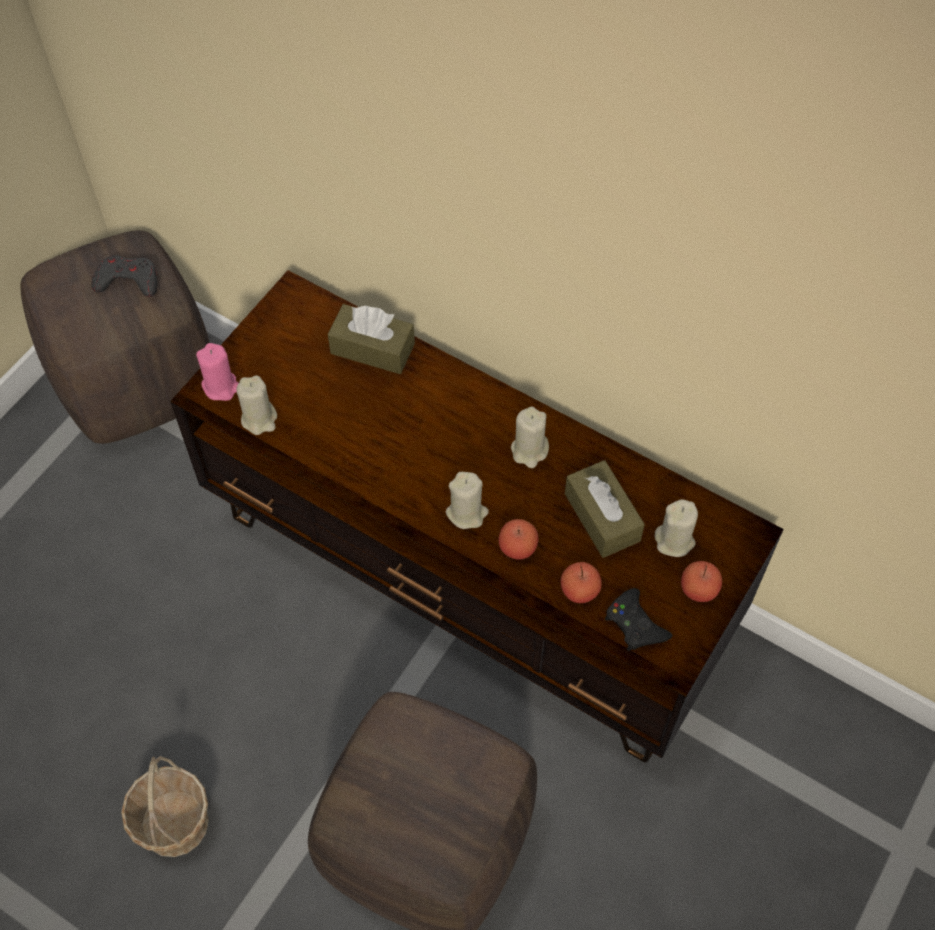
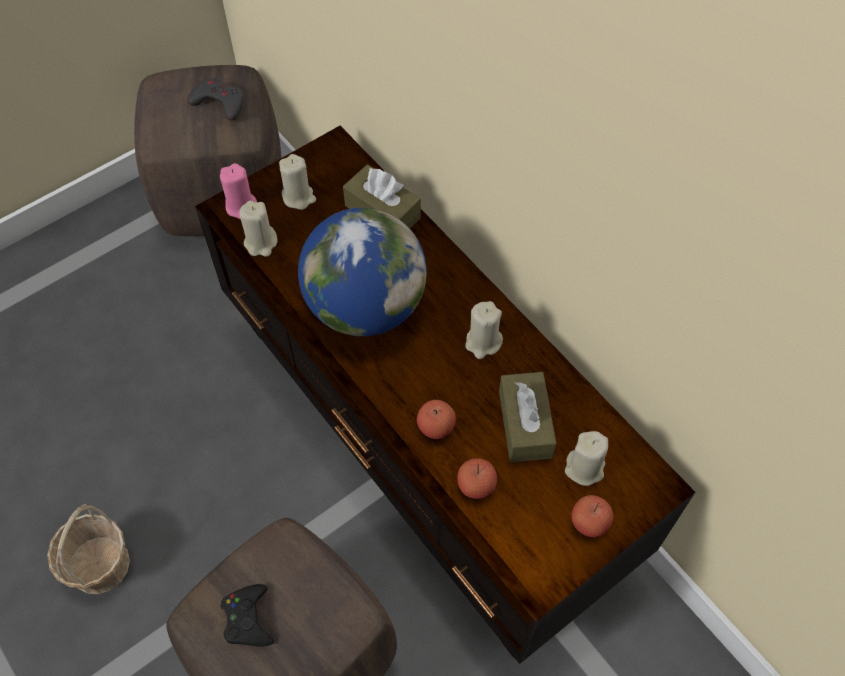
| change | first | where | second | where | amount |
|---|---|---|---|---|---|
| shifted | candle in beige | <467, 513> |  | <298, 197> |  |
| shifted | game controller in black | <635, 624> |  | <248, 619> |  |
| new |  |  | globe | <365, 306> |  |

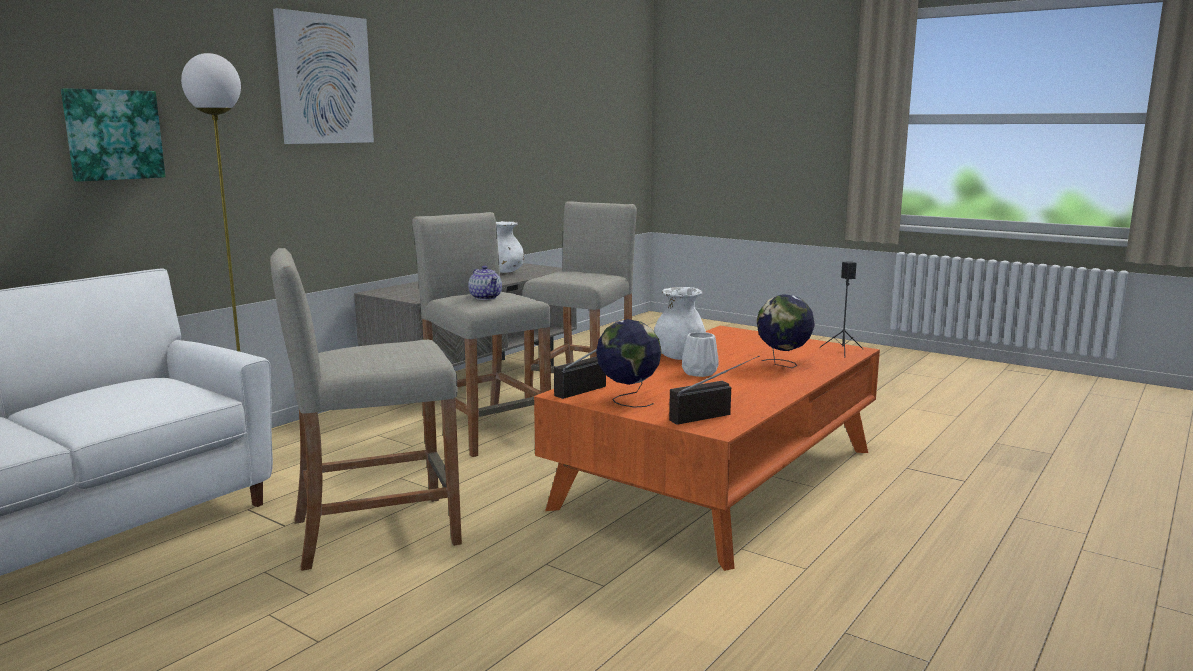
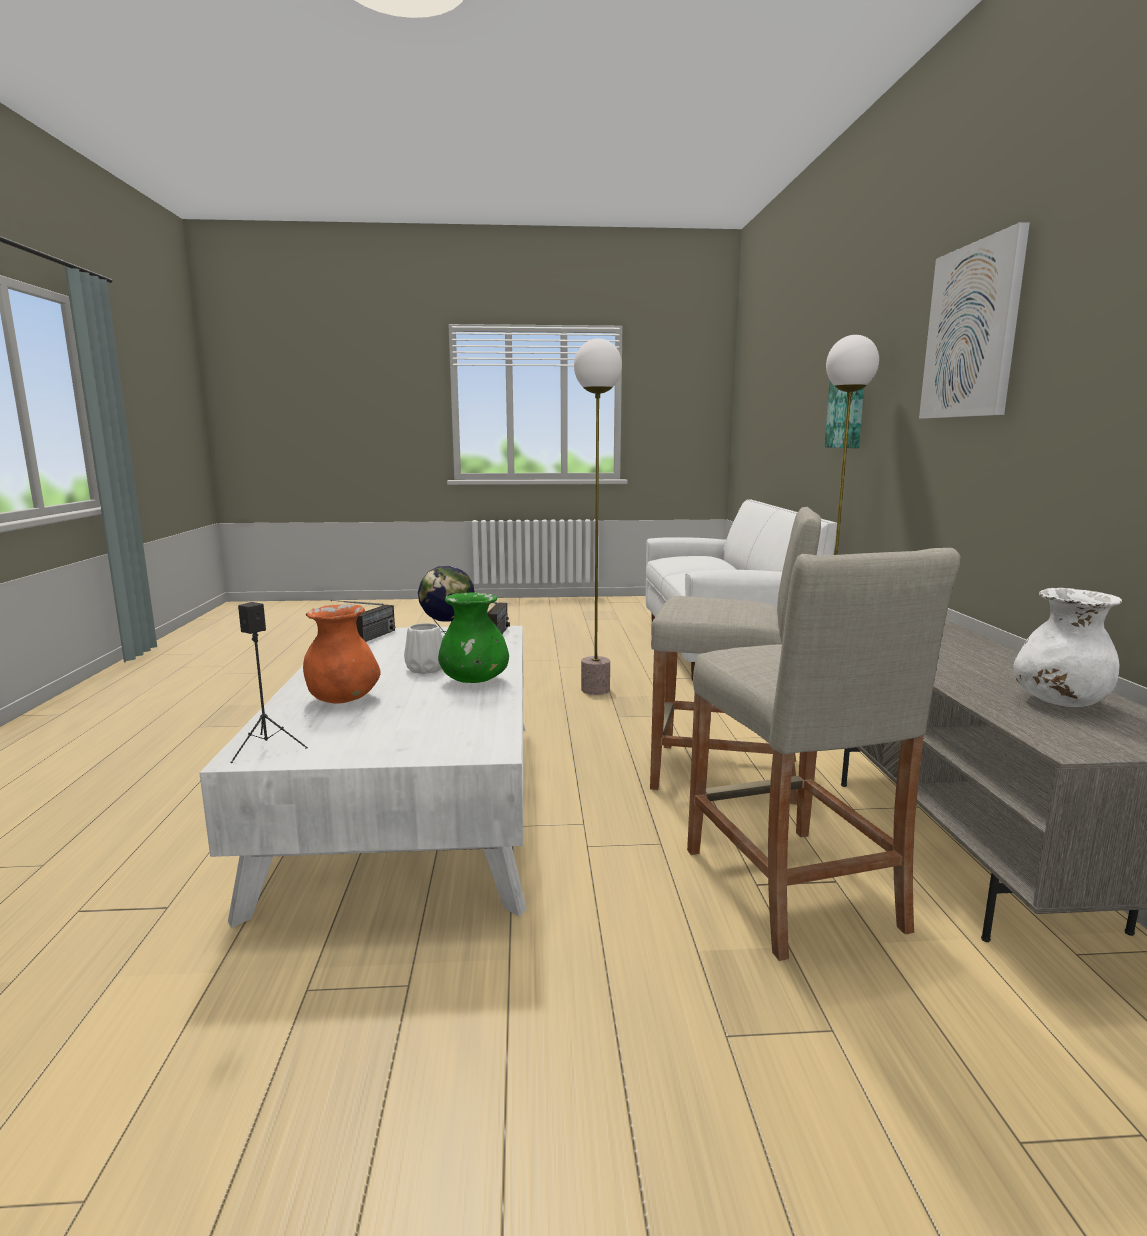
| change | first | where | second | where | amount |
|---|---|---|---|---|---|
| swapped | stool in beige | <375, 531> | floor lamp | <596, 689> |  |
| gone | teapot | <486, 297> |  |  |  |
| repainted | vase in white | <679, 358> | vase in green | <475, 681> |  |
| swapped | globe | <783, 365> | vase in orange | <343, 700> |  |
| repainted | coffee table in orange | <718, 478> | coffee table in white | <413, 801> |  |

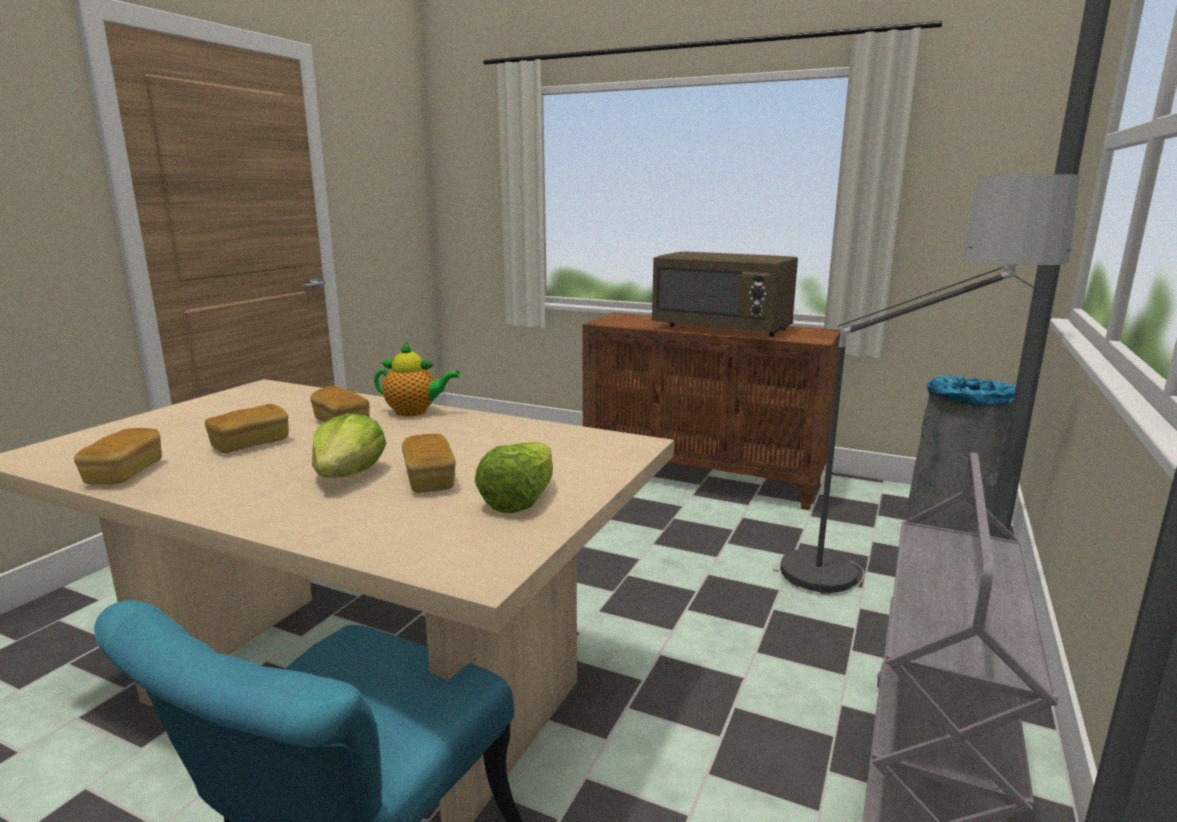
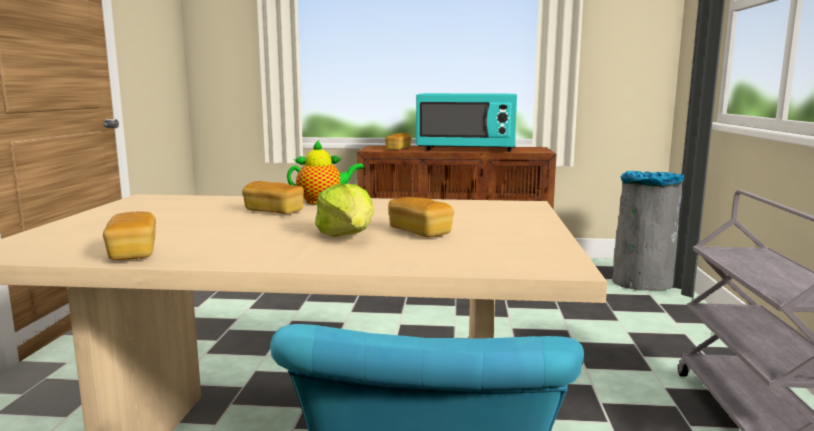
| change | first | where | second | where | amount |
|---|---|---|---|---|---|
| gone | floor lamp | <881, 587> |  |  |  |
| repainted | microwave in brown | <722, 328> | microwave in turquoise | <467, 149> |  |
| shifted | bread | <250, 444> |  | <398, 149> |  |
| gone | lettuce | <520, 500> |  |  |  |

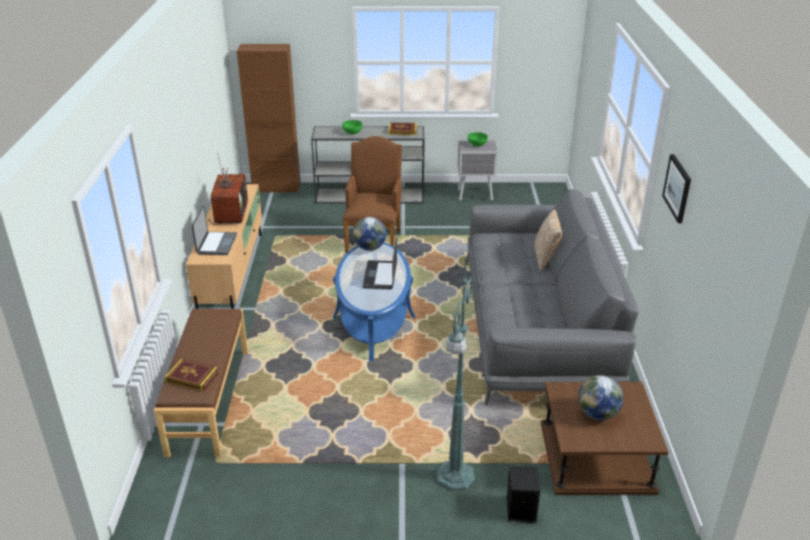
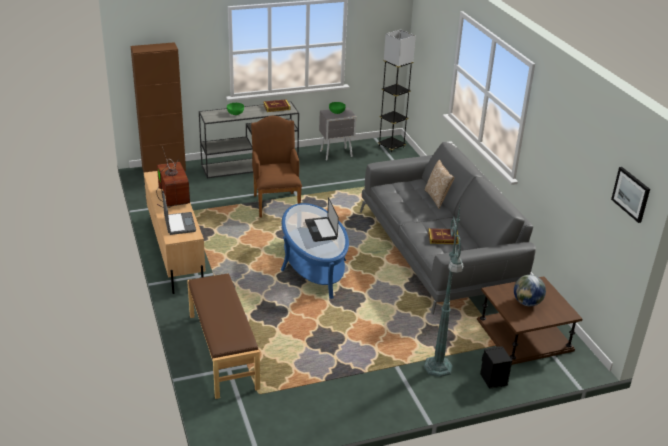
| change | first | where | second | where | amount |
|---|---|---|---|---|---|
| shifted | picture | <678, 188> |  | <631, 194> |  |
| gone | globe | <370, 248> |  |  |  |
| shifted | book | <192, 377> |  | <443, 238> |  |
| new |  |  | floor lamp in grey | <391, 146> |  |

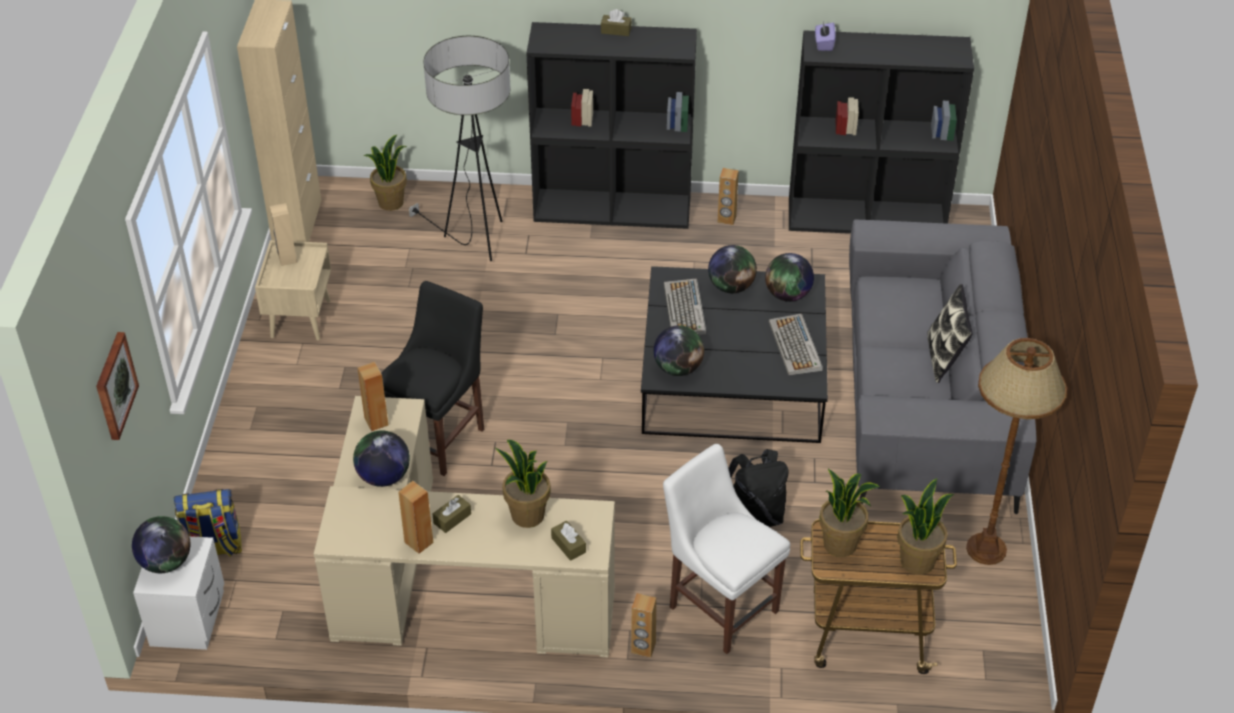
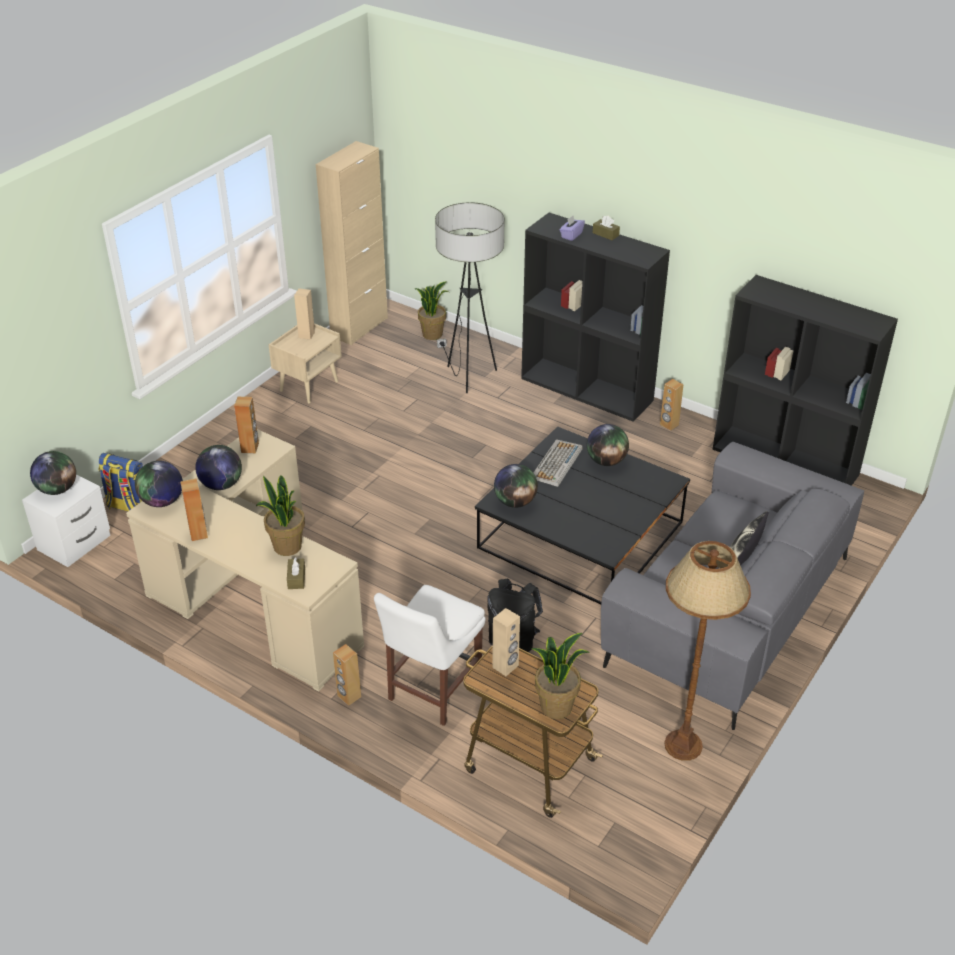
| change | first | where | second | where | amount |
|---|---|---|---|---|---|
| shifted | tissue box in purple | <824, 44> |  | <571, 235> |  |
| shifted | globe | <788, 295> |  | <162, 501> |  |
| gone | chair in black | <439, 436> |  |  |  |
| gone | keyboard | <796, 346> |  |  |  |
| gone | picture | <114, 385> |  |  |  |
| rotated | chair in white | <720, 605> |  | <431, 692> | 135 degrees counterclockwise |
| swapped | potted plant | <840, 544> | speaker in beige | <505, 666> |  |
| gone | tissue box in brown | <452, 518> |  |  |  |

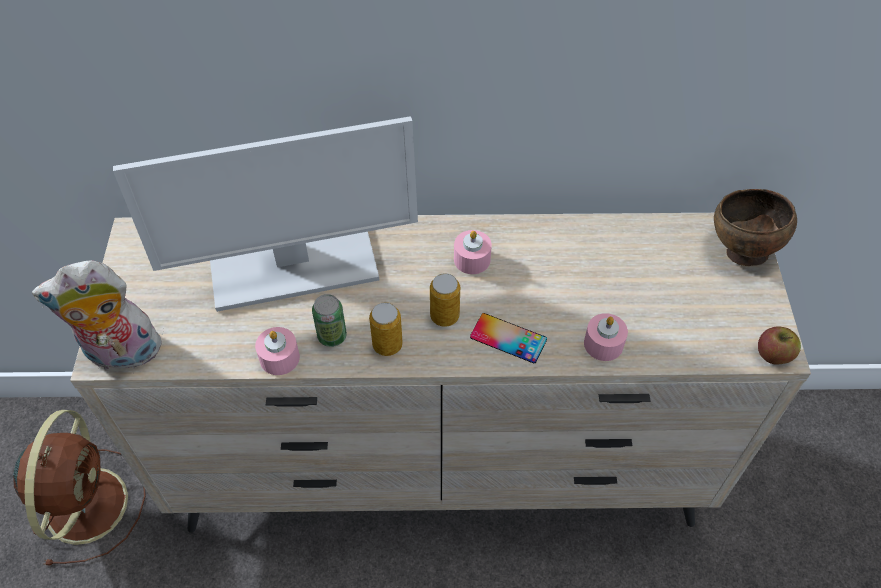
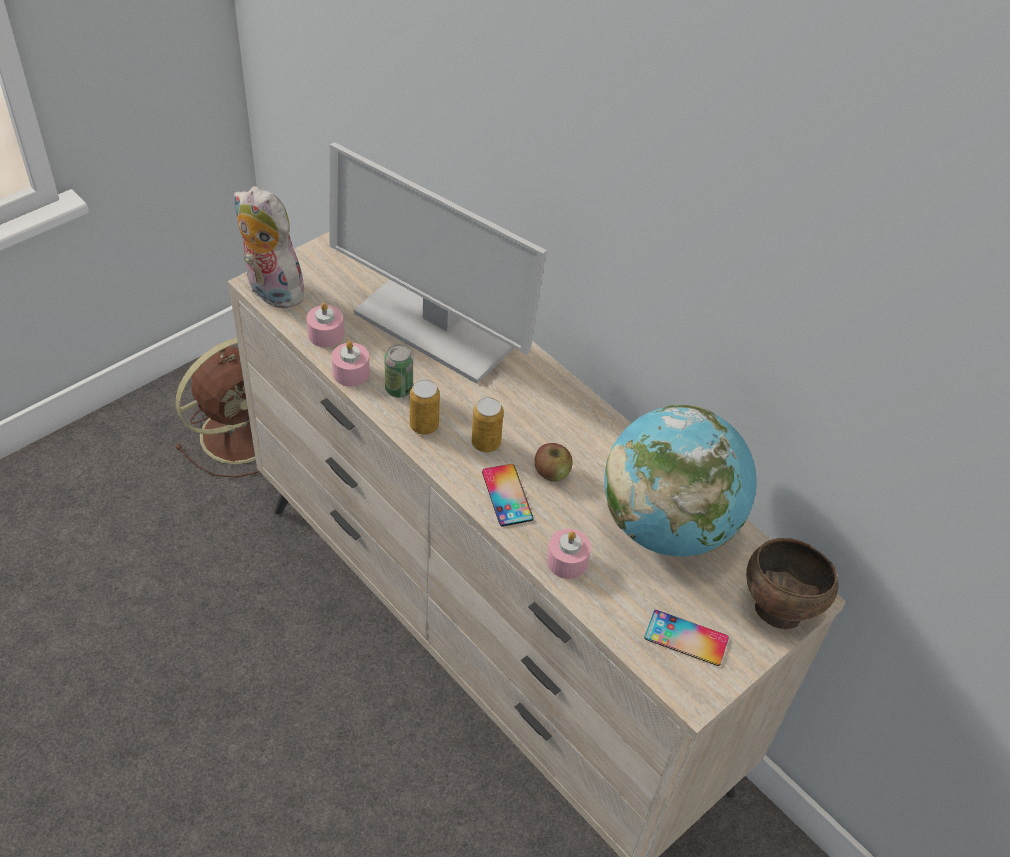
| change | first | where | second | where | amount |
|---|---|---|---|---|---|
| shifted | candle in pink | <472, 259> |  | <326, 334> |  |
| shifted | apple | <773, 354> |  | <552, 472> |  |
| new |  |  | globe | <667, 525> |  |
| new |  |  | phone | <686, 638> |  |

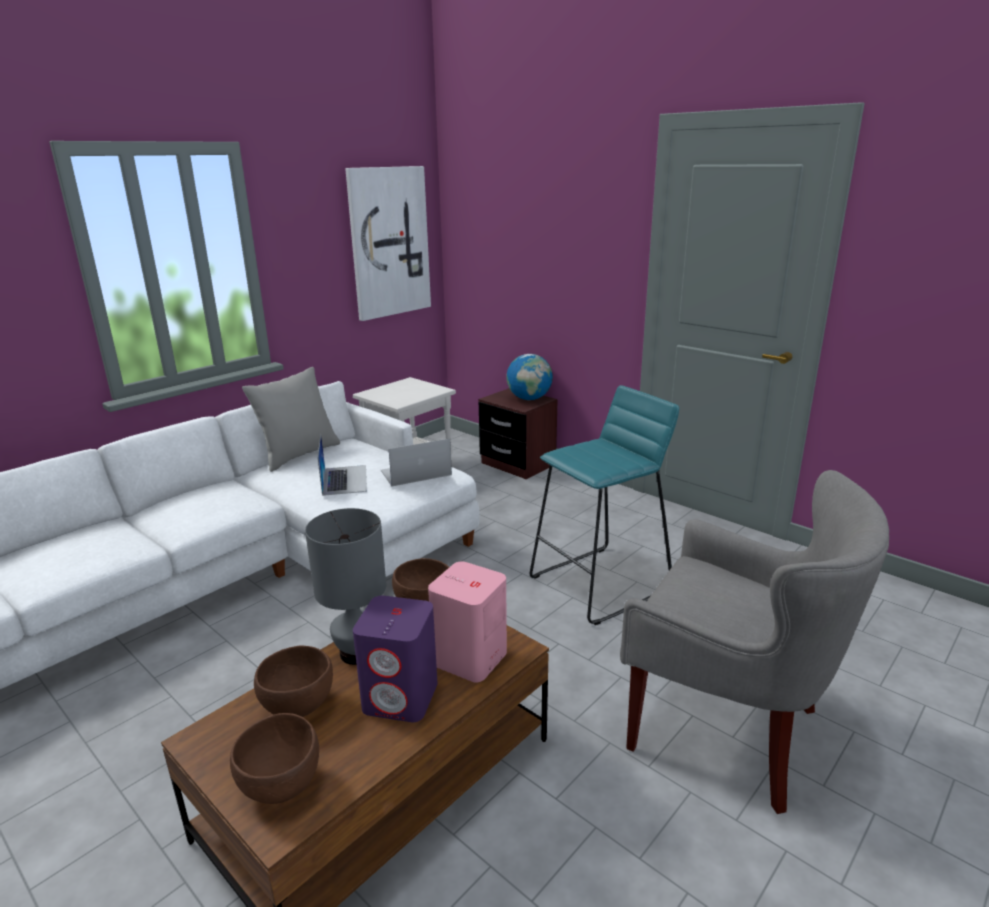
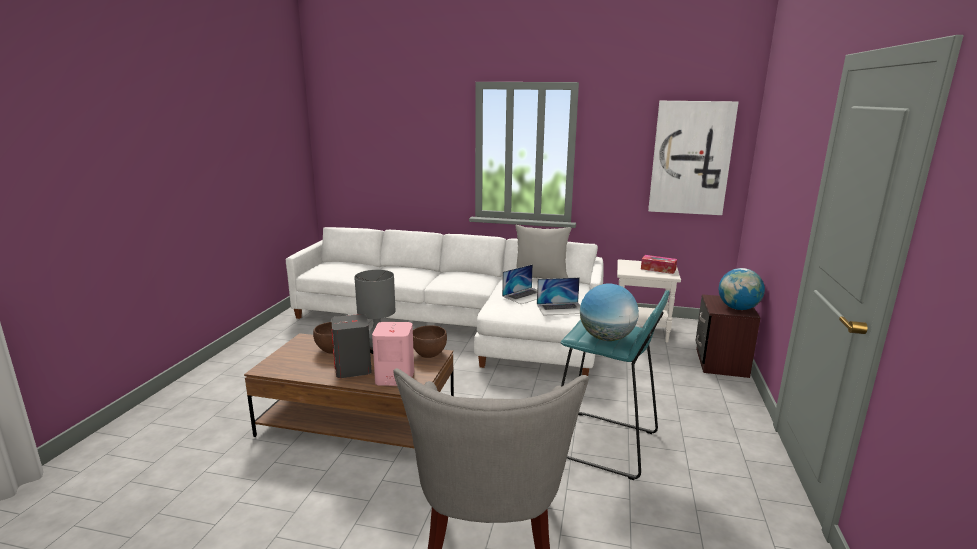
| change | first | where | second | where | amount |
|---|---|---|---|---|---|
| rotated | laptop | <415, 472> |  | <561, 308> | 135 degrees clockwise |
| repainted | speaker in purple | <401, 697> | speaker in grey | <353, 369> |  |
| gone | bowl in brown | <280, 785> |  |  |  |
| new |  |  | tissue box | <658, 269> |  |
| new |  |  | globe | <606, 338> |  |

